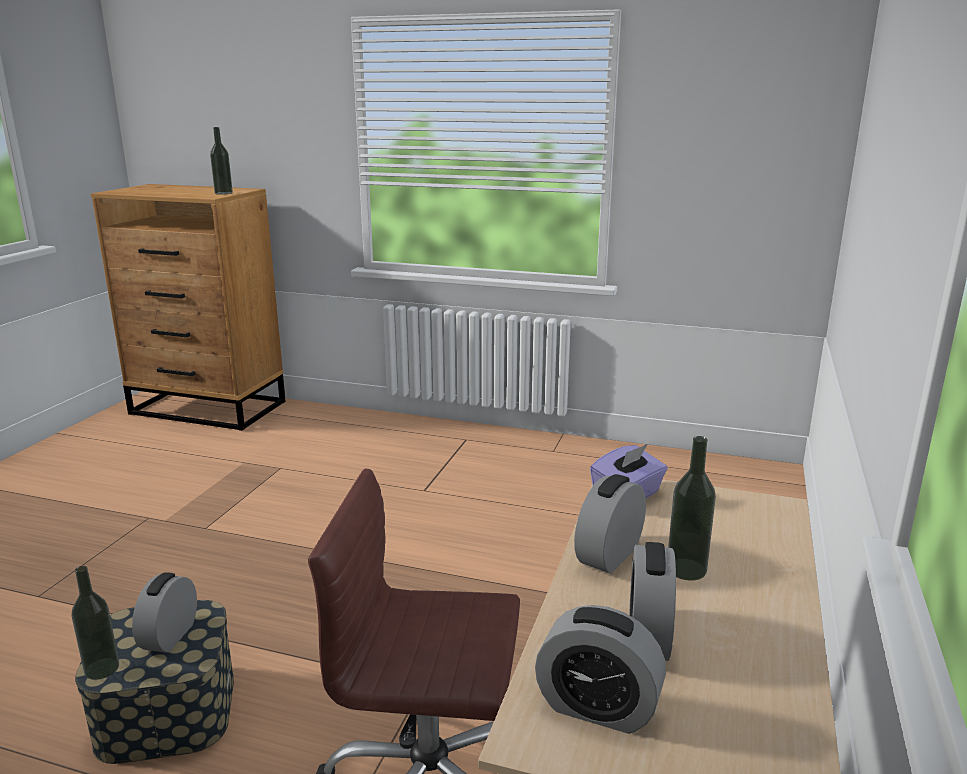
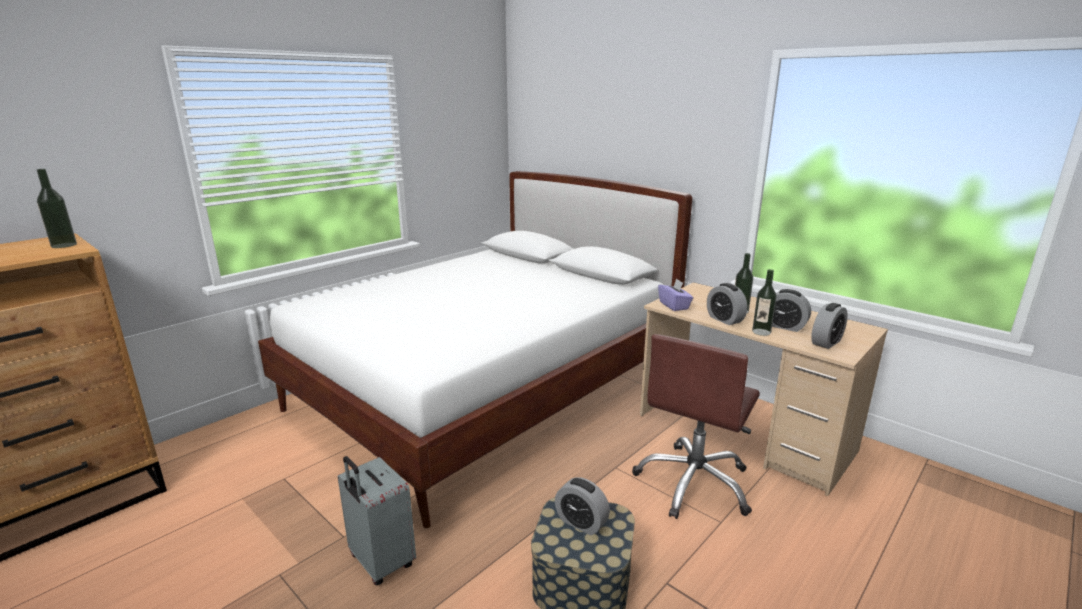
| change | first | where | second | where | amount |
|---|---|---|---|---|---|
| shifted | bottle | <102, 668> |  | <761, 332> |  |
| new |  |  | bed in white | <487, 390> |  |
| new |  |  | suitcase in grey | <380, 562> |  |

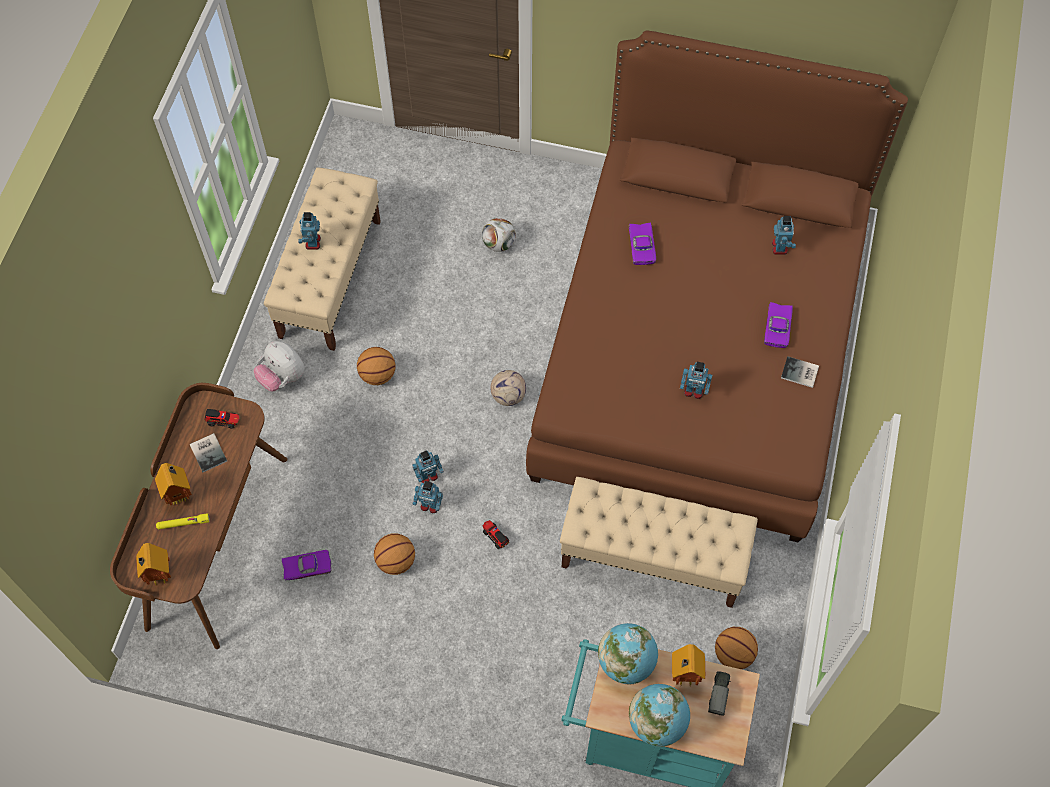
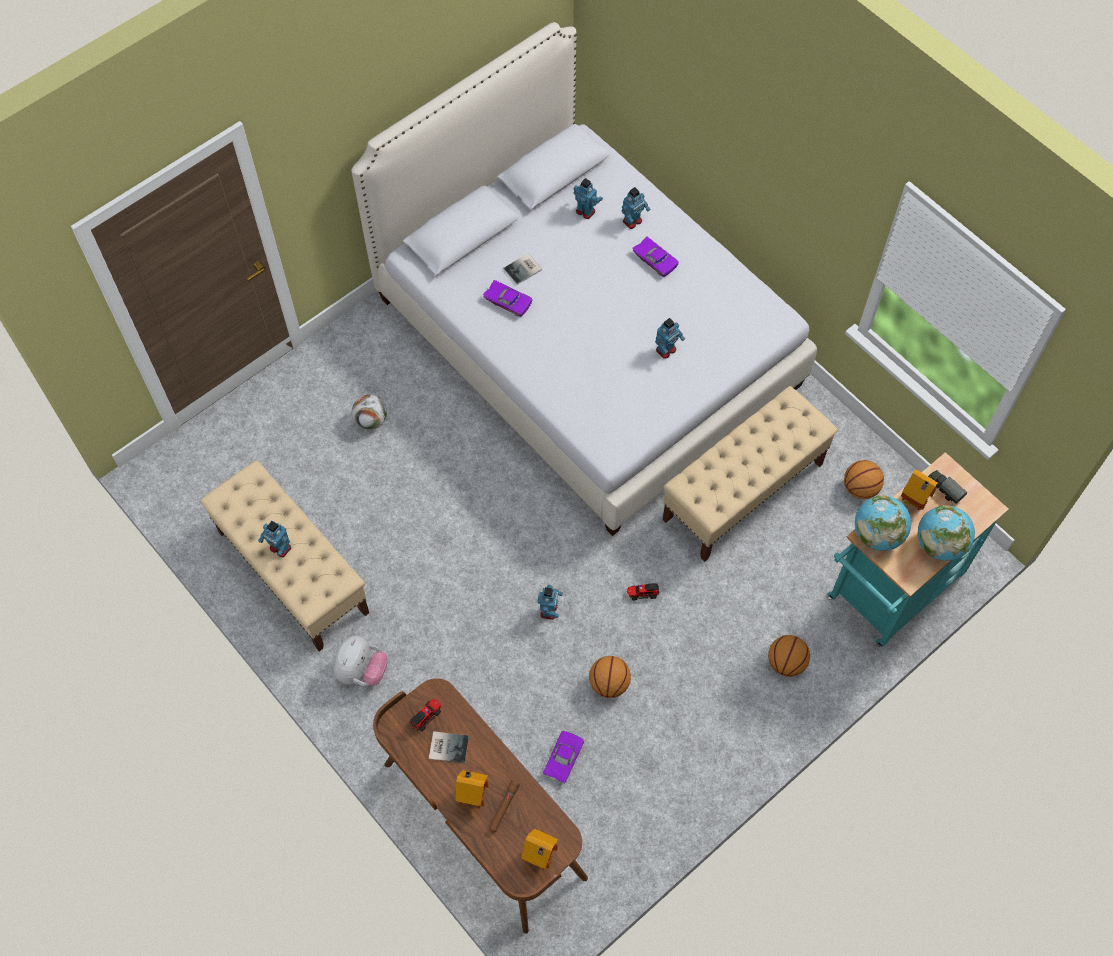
| change | first | where | second | where | amount |
|---|---|---|---|---|---|
| repainted | bed in brown | <698, 347> | bed in white | <586, 341> |  |
| rotated | plush toy | <282, 377> |  | <361, 671> | 60 degrees counterclockwise |
| shifted | basketball | <377, 375> |  | <786, 663> |  |
| shifted | book | <800, 373> |  | <524, 269> |  |
| gone | football | <508, 395> |  |  |  |
| shifted | toy robot | <430, 505> |  | <632, 221> |  |
| repainted | flashlight in yellow | <183, 523> | flashlight in brown | <503, 808> |  |

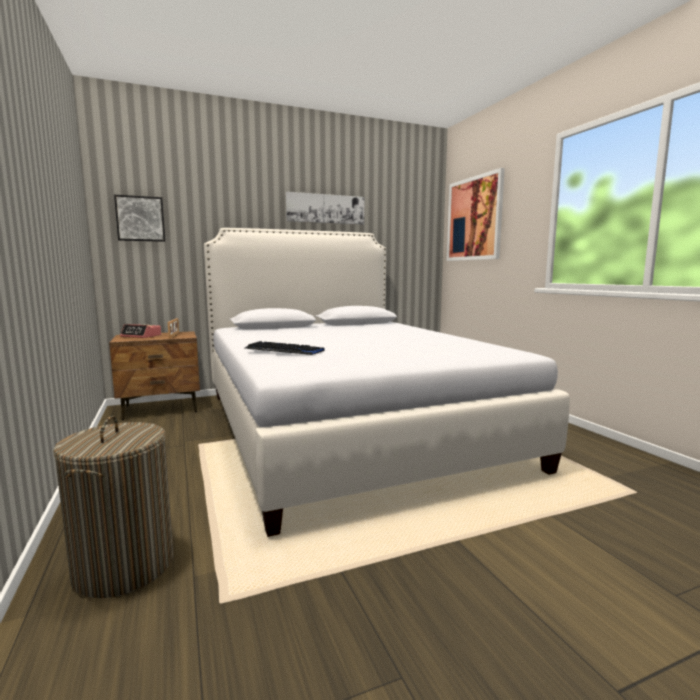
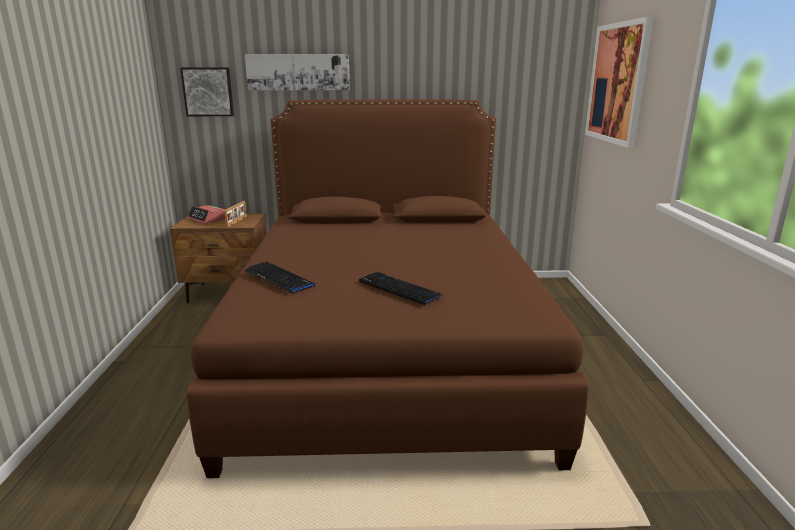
| change | first | where | second | where | amount |
|---|---|---|---|---|---|
| shifted | picture | <325, 209> |  | <298, 72> |  |
| repainted | bed in white | <345, 426> | bed in brown | <386, 349> |  |
| gone | laundry basket | <124, 566> |  |  |  |
| new |  |  | keyboard | <399, 289> |  |

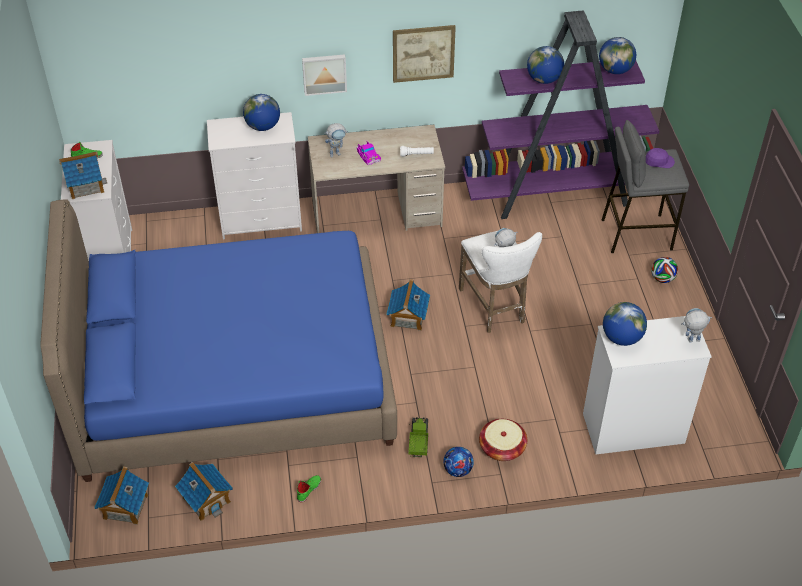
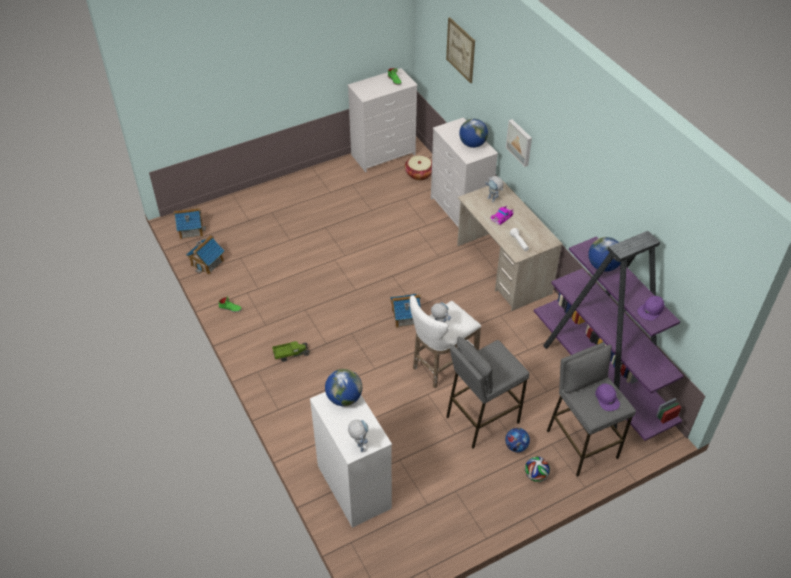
| change | first | where | second | where | amount |
|---|---|---|---|---|---|
| shifted | picture | <423, 53> |  | <460, 50> |  |
| swapped | globe | <615, 70> | cap in purple | <651, 310> |  |
| gone | toy house | <85, 185> |  |  |  |
| gone | bed in blue | <234, 378> |  |  |  |
| shifted | basket | <502, 448> |  | <419, 174> |  |
| shifted | football | <457, 470> |  | <516, 446> |  |
| new |  |  | stool in grey | <481, 419> |  |

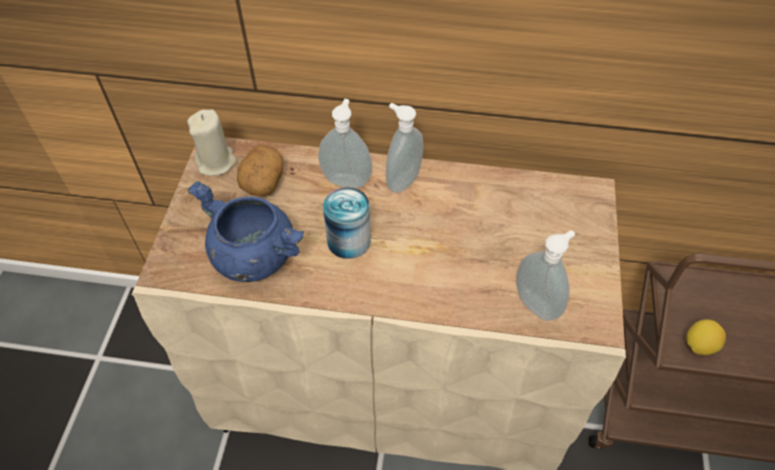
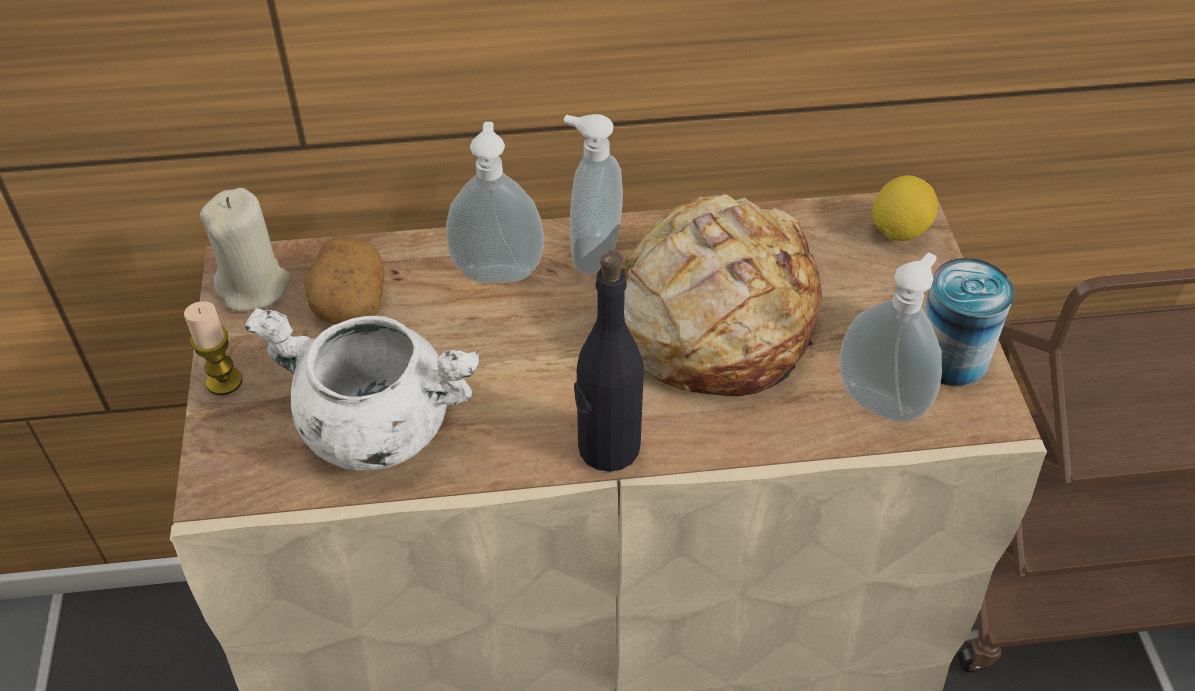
| change | first | where | second | where | amount |
|---|---|---|---|---|---|
| repainted | cooking pot in blue | <253, 256> | cooking pot in white | <375, 427> |  |
| shifted | can | <349, 240> |  | <950, 357> |  |
| shifted | lemon | <699, 345> |  | <898, 231> |  |
| new |  |  | bread | <714, 319> |  |
| new |  |  | bottle in black | <608, 447> |  |
| new |  |  | candle | <224, 381> |  |

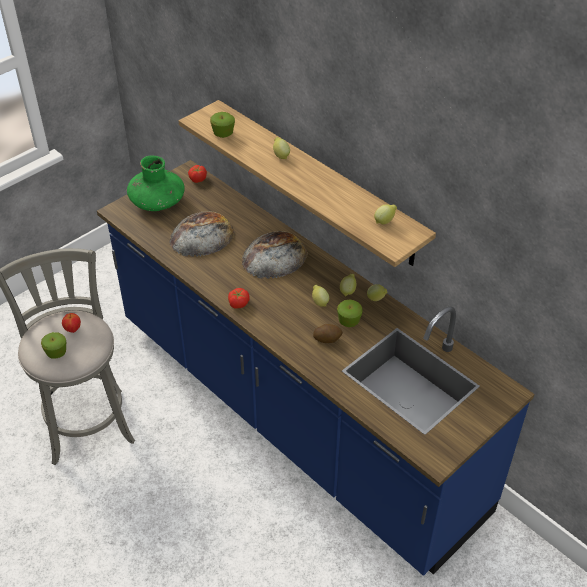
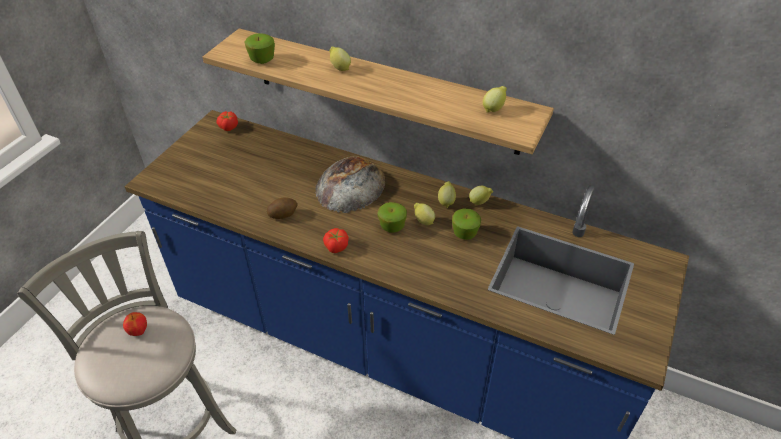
| change | first | where | second | where | amount |
|---|---|---|---|---|---|
| gone | vase in green | <157, 202> |  |  |  |
| gone | bread | <202, 235> |  |  |  |
| shifted | potato | <327, 339> |  | <283, 214> |  |
| shifted | apple | <56, 352> |  | <392, 226> |  |

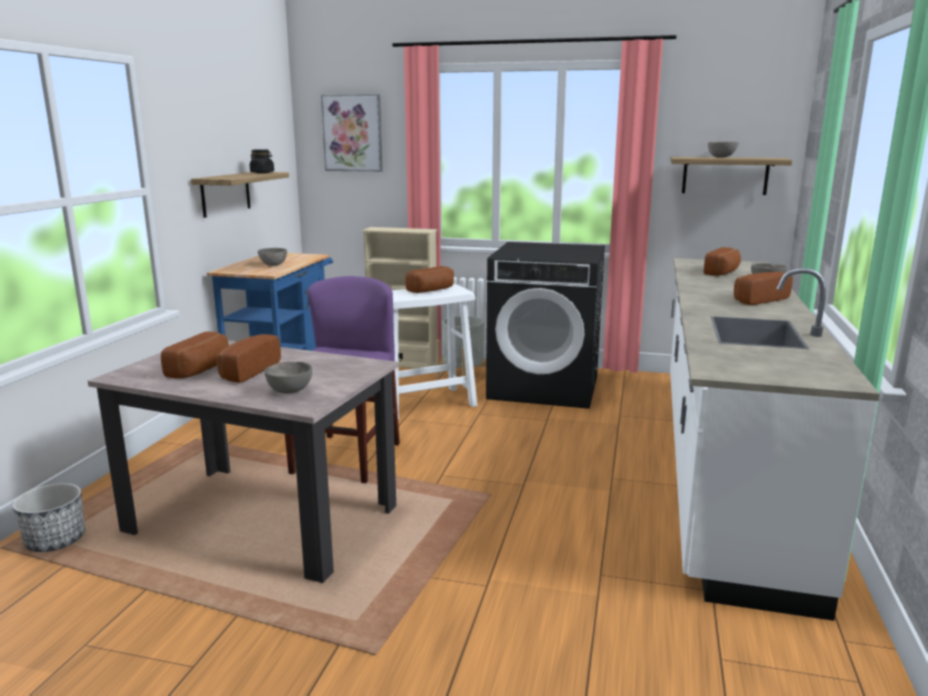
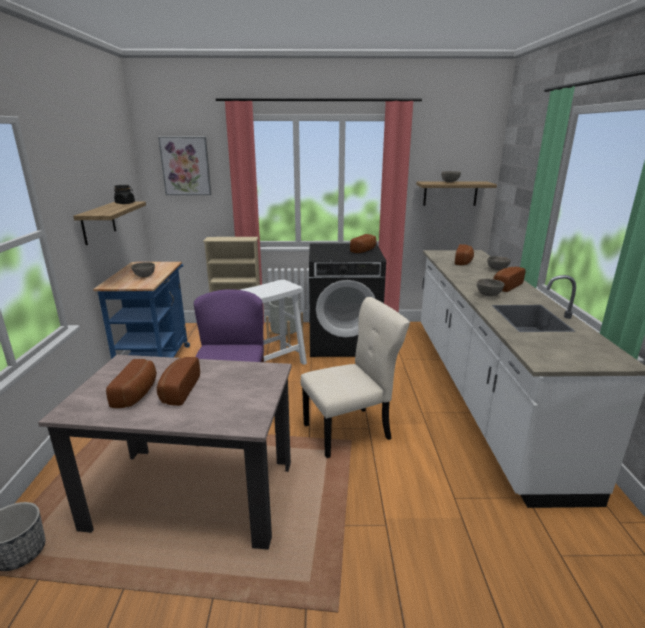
| change | first | where | second | where | amount |
|---|---|---|---|---|---|
| shifted | bread | <432, 290> |  | <365, 250> |  |
| shifted | bowl in grey | <290, 391> |  | <488, 295> |  |
| new |  |  | chair in beige | <350, 431> |  |

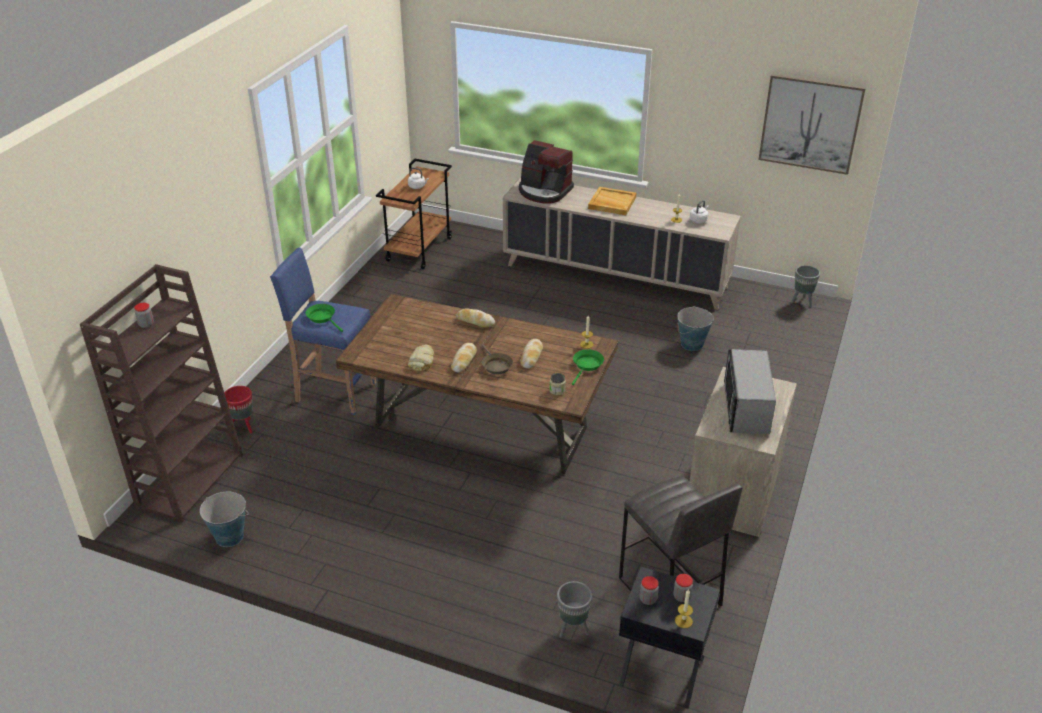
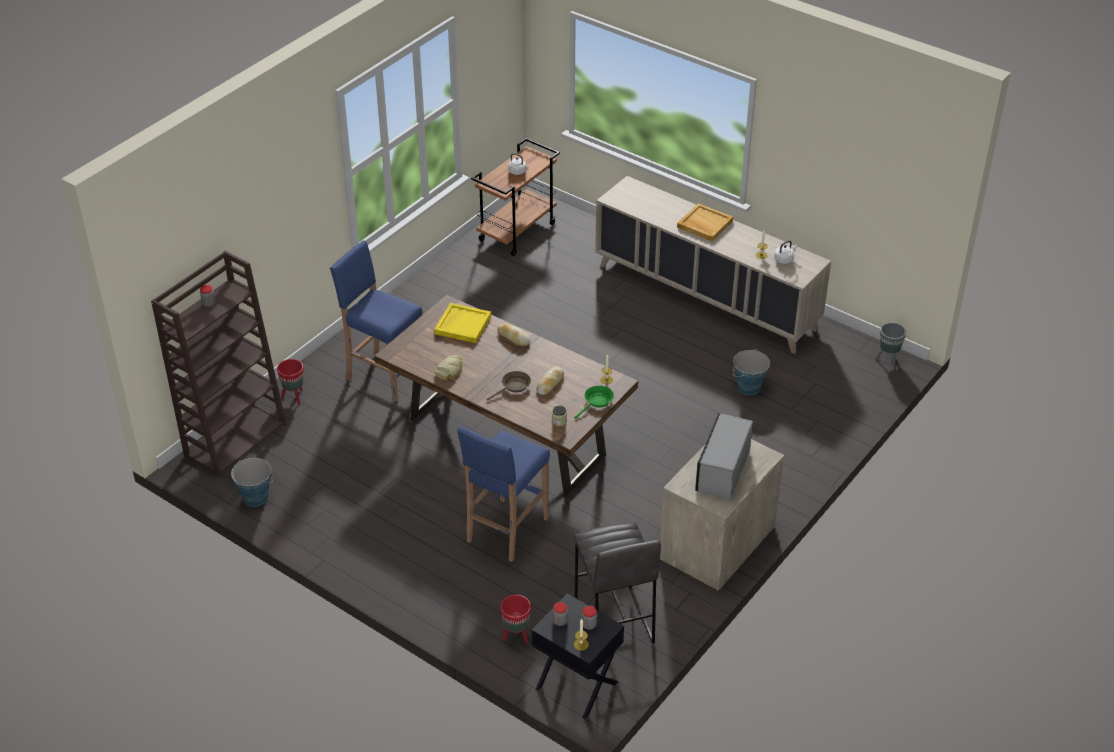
| change | first | where | second | where | amount |
|---|---|---|---|---|---|
| gone | picture | <810, 124> |  |  |  |
| gone | coffee machine | <544, 191> |  |  |  |
| gone | frying pan in green | <322, 318> |  |  |  |
| gone | bread | <464, 360> |  |  |  |
| rotated | frying pan in brown | <495, 365> |  | <514, 386> | 120 degrees counterclockwise |
| repainted | planter in grey | <573, 629> | planter in red | <516, 636> |  |
| new |  |  | tray in yellow | <462, 324> |  |
| new |  |  | stool in blue | <506, 531> |  |

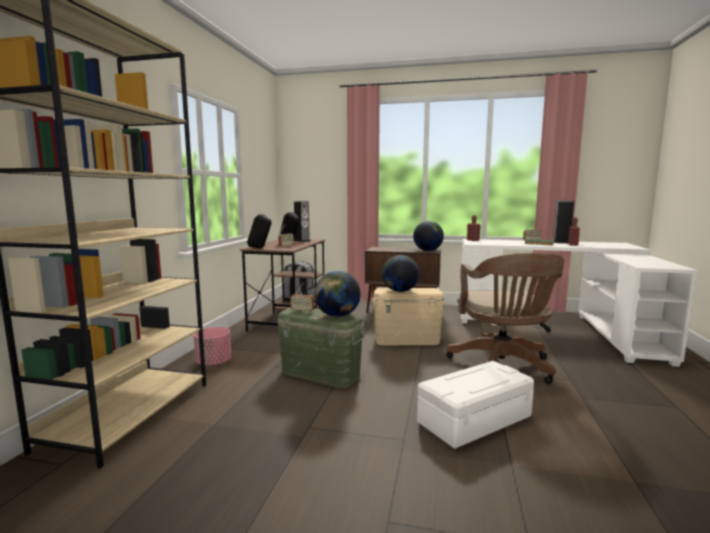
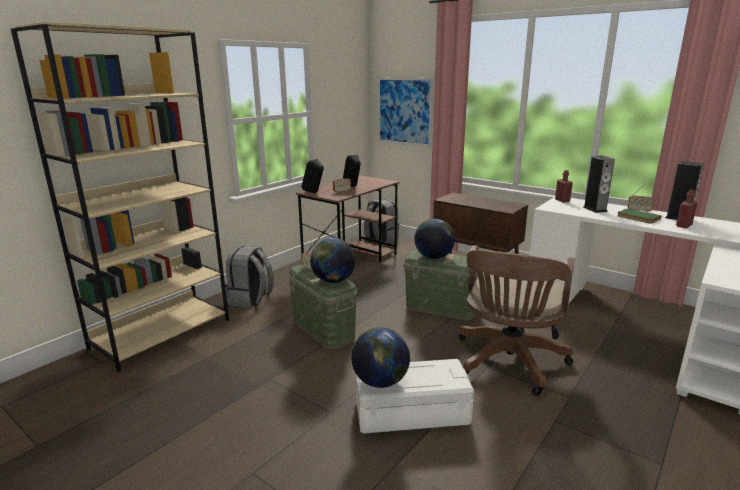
| change | first | where | second | where | amount |
|---|---|---|---|---|---|
| shifted | speaker | <302, 240> |  | <595, 209> |  |
| shifted | globe | <427, 250> |  | <380, 381> |  |
| repainted | storage box in beige | <407, 340> | storage box in green | <441, 308> |  |
| swapped | planter in pink | <214, 363> | backpack in grey | <251, 299> |  |
| new |  |  | picture | <404, 111> |  |

